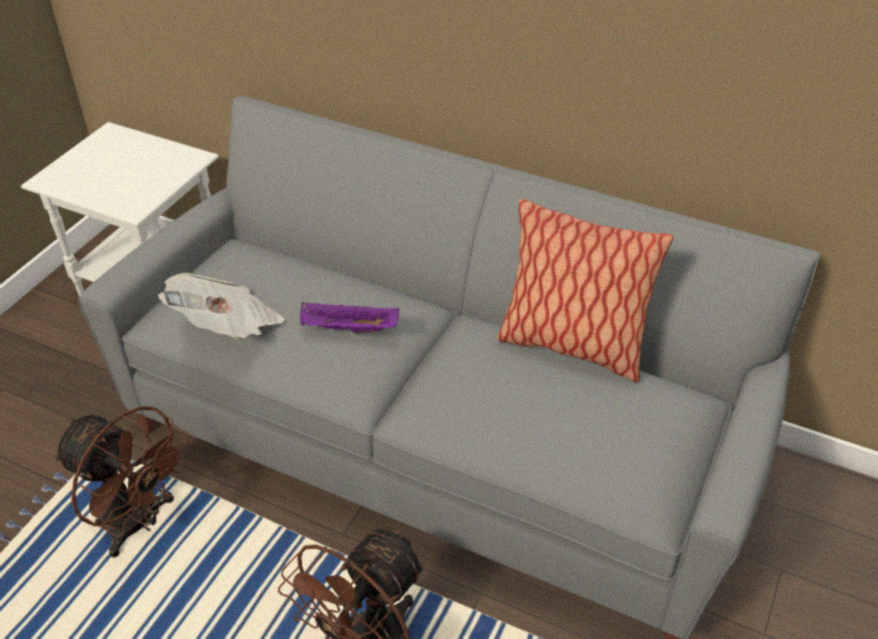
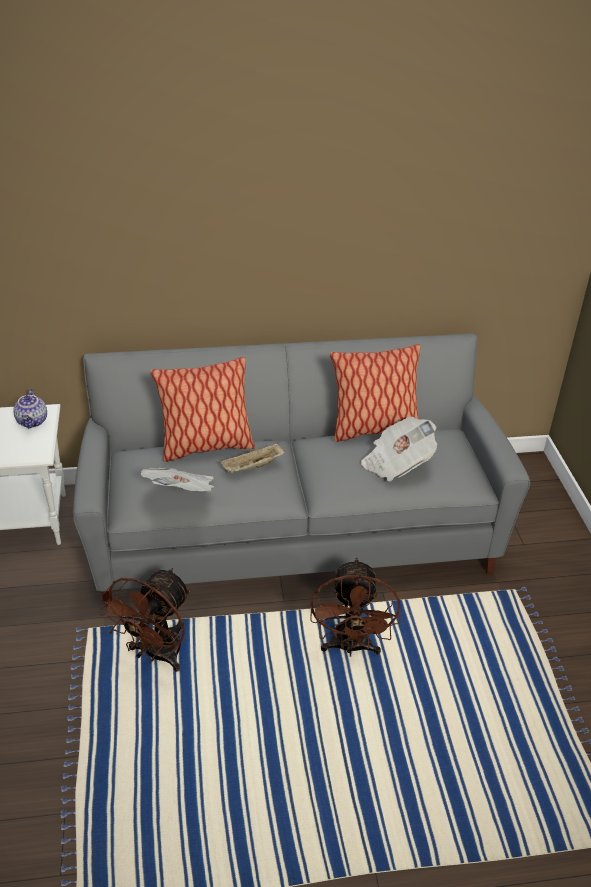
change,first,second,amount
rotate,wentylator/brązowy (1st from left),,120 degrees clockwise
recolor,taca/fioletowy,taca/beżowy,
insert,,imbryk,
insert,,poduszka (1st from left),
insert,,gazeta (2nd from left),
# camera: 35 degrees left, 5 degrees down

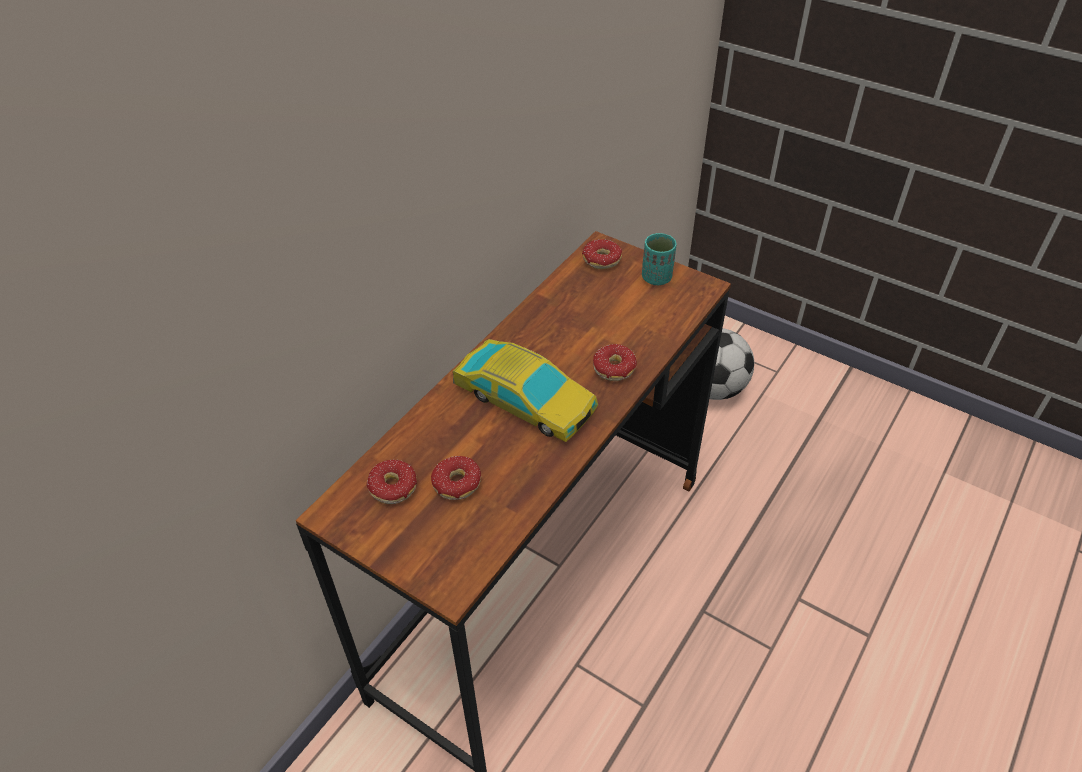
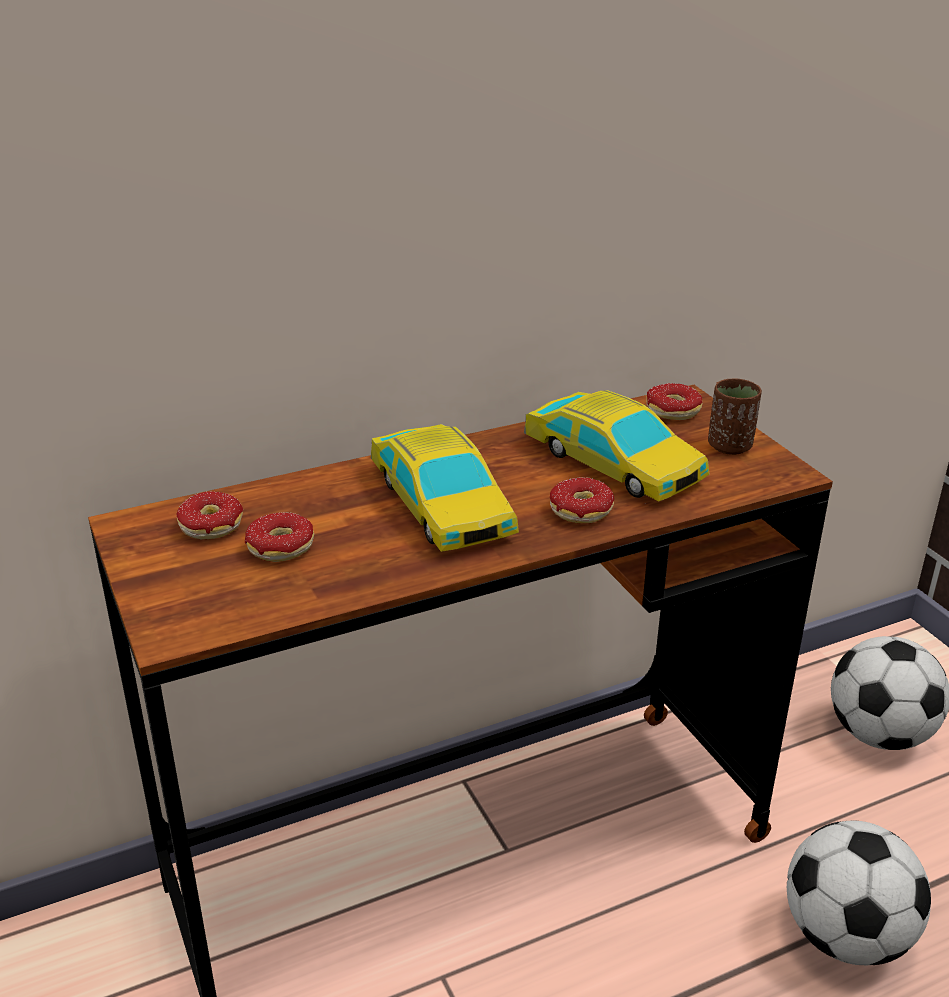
change,first,second,amount
recolor,filiżanka/turkusowy,filiżanka/brązowy,
insert,,samochodzik (2nd from left),
insert,,piłka futbolowa (1st from left),
# camera: 30 degrees right, 15 degrees down

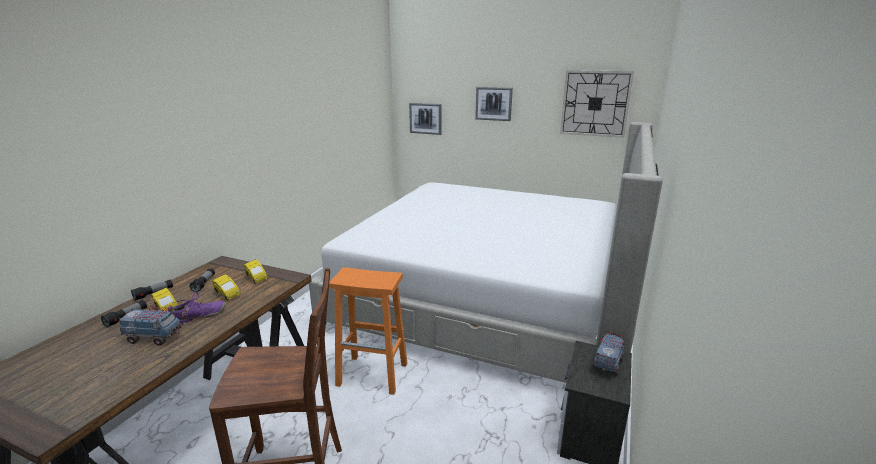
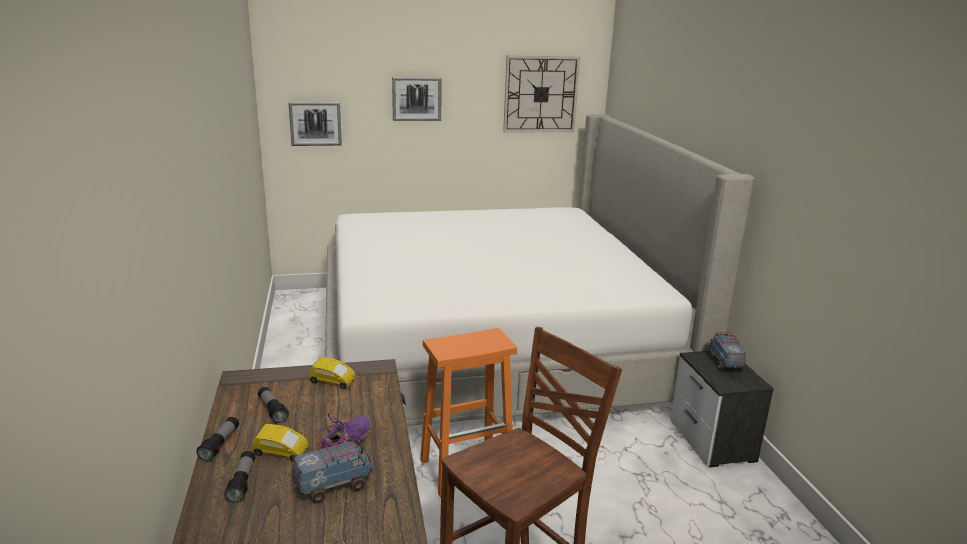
change,first,second,amount
delete,samochodzik/żółty (2nd from left),,
# camera: 35 degrees left, 0 degrees up

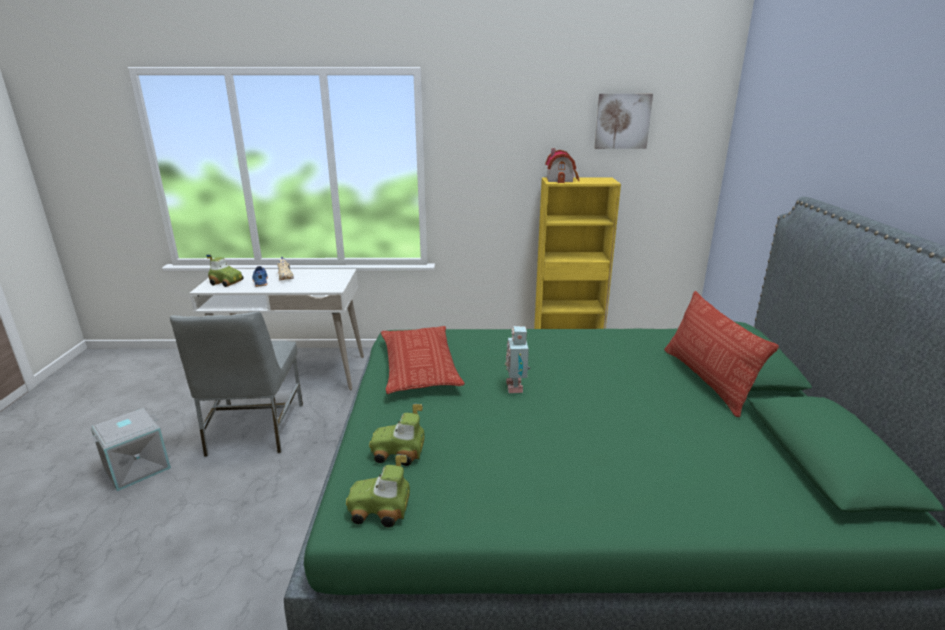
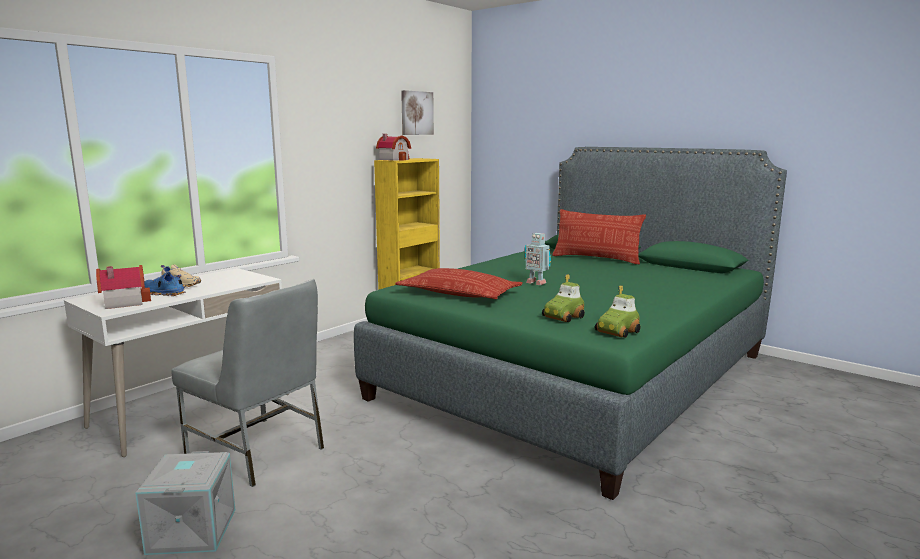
change,first,second,amount
replace,samochodzik (1st from left),domek (1st from left),
# camera: 50 degrees left, 10 degrees down

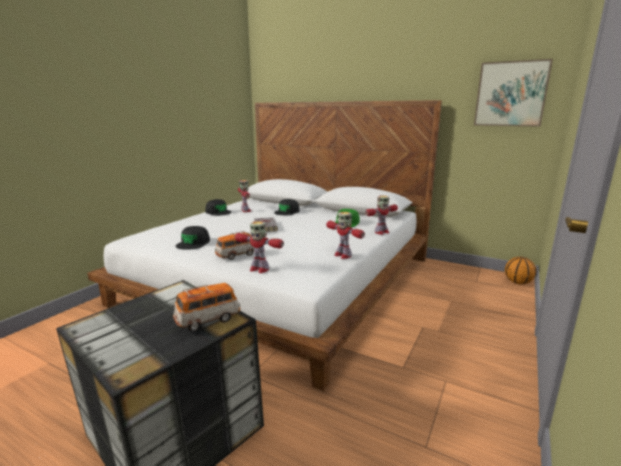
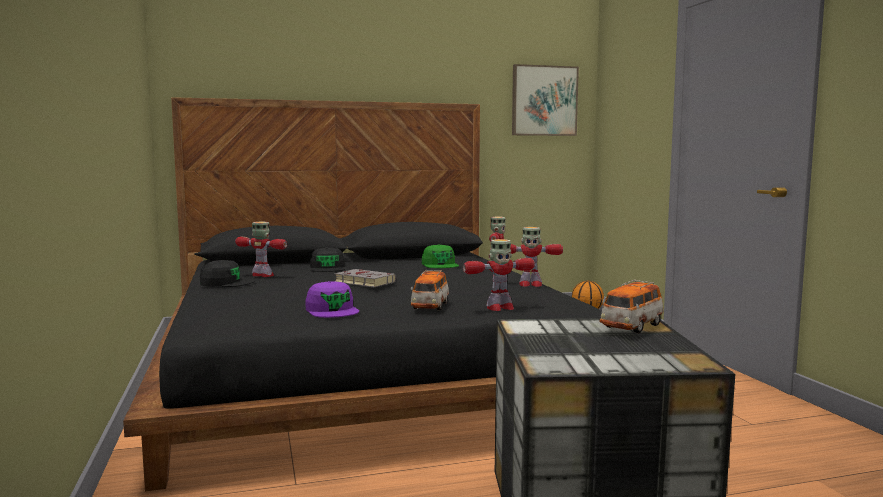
change,first,second,amount
recolor,łóżko/biały,łóżko/czarny,
rotate,samochodzik (1st from left in the first image),samochodzik (2nd from left),150 degrees counterclockwise
recolor,czapka z daszkiem/czarny (1st from left),czapka z daszkiem/fioletowy,
# camera: 45 degrees left, 10 degrees down

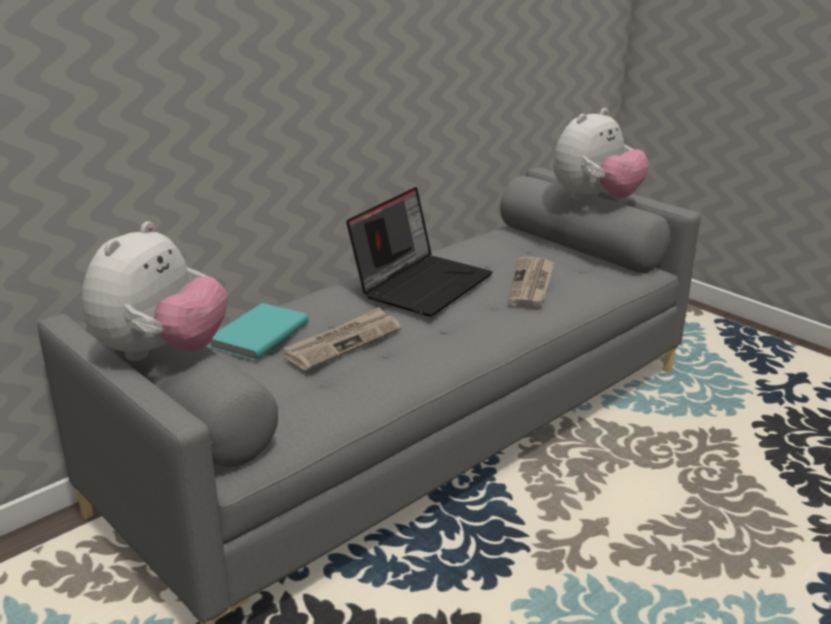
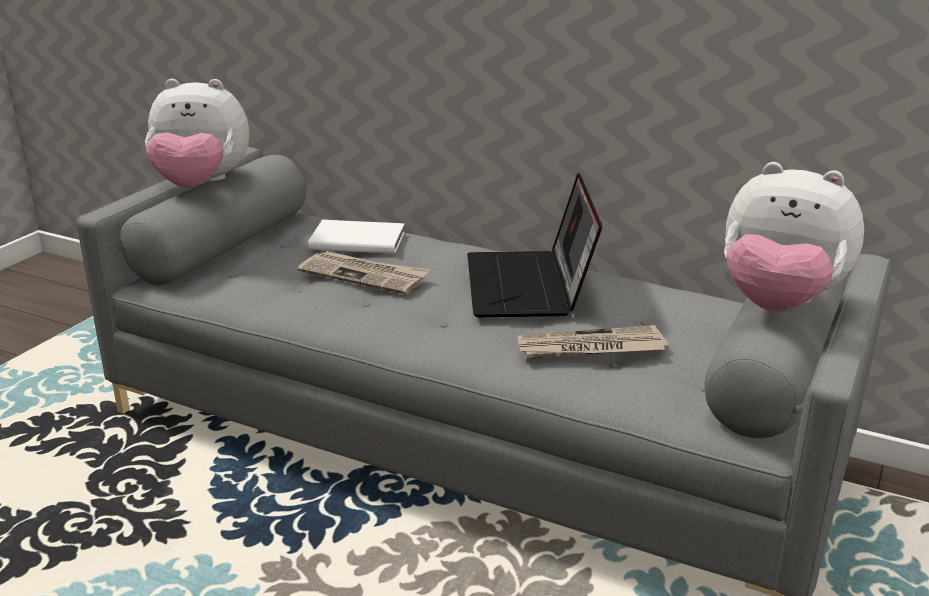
change,first,second,amount
recolor,książka/turkusowy,książka/biały,
rotate,laptop,,75 degrees clockwise
# camera: 70 degrees right, 0 degrees up

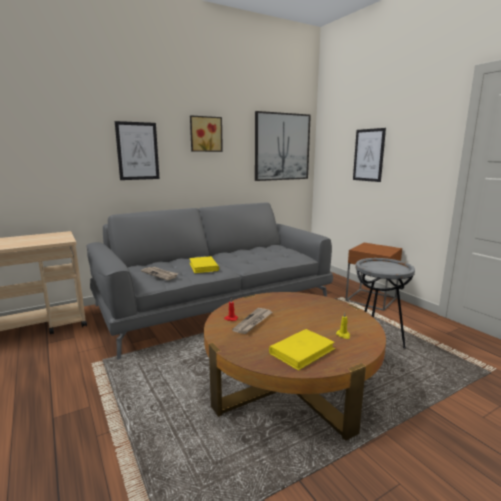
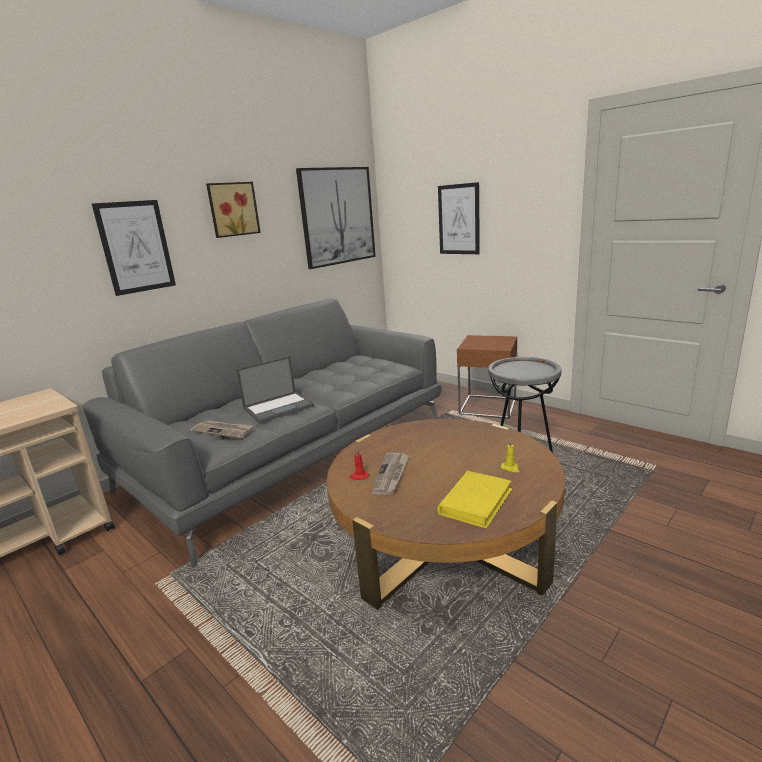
change,first,second,amount
replace,książka/żółty (1st from left),laptop,
# camera: 15 degrees left, 5 degrees up

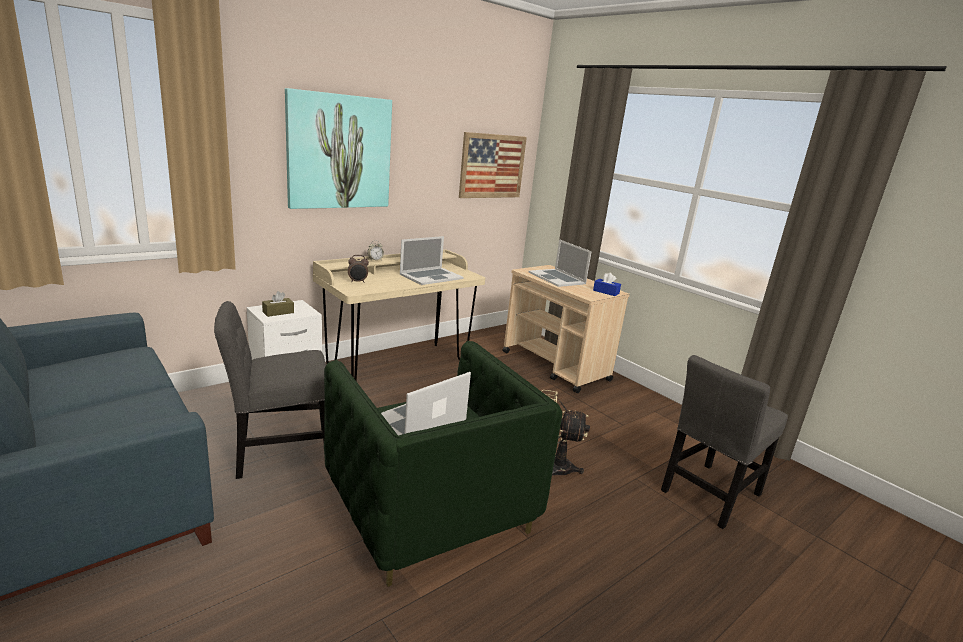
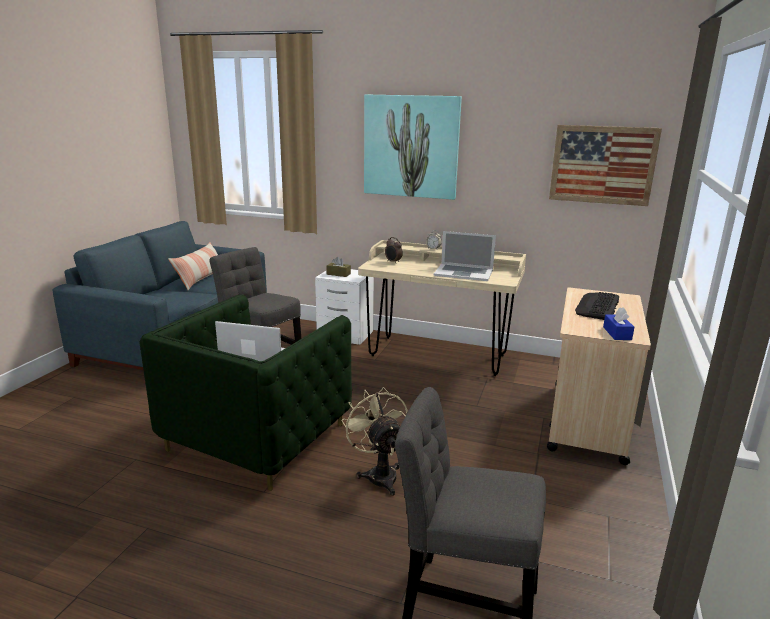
change,first,second,amount
replace,laptop (3rd from left),klawiatura,
insert,,poduszka,
# camera: 60 degrees right, 0 degrees up

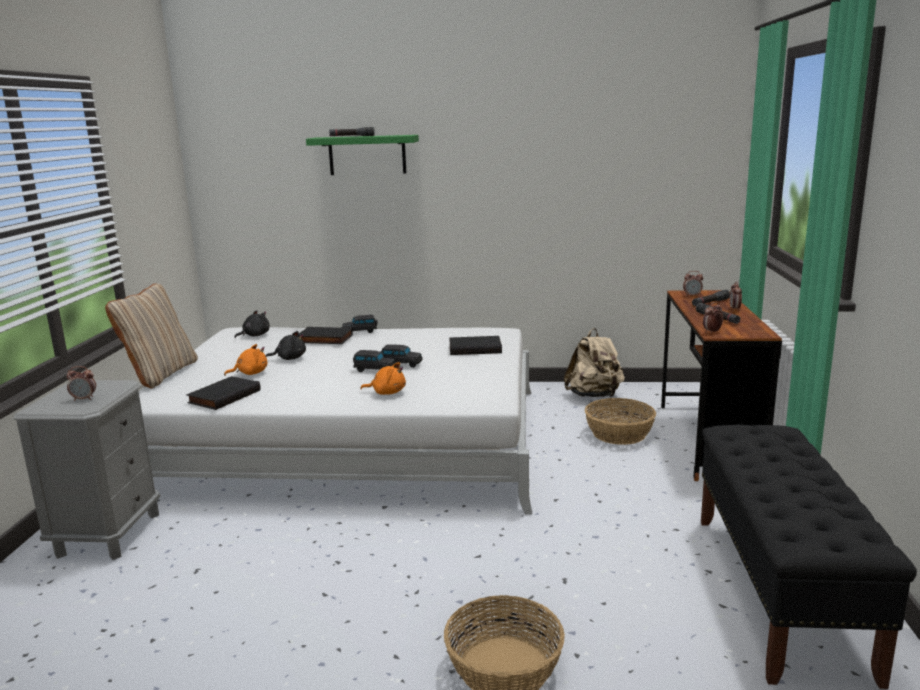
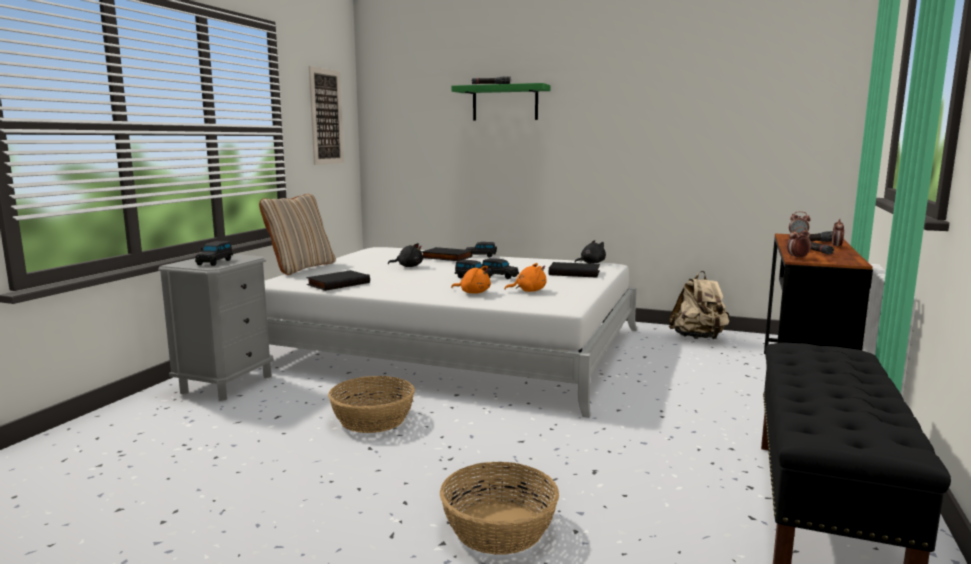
change,first,second,amount
replace,budzik (1st from left),samochodzik/czarny (1st from left),
move,pluszak/pomarańczowy (1st from left in the first image),pluszak/pomarańczowy (2nd from left),
move,pluszak/czarny (1st from left in the first image),pluszak/czarny (2nd from left),
move,koszyk (2nd from left in the first image),koszyk (1st from left),
insert,,obraz,
# camera: 15 degrees right, 5 degrees down

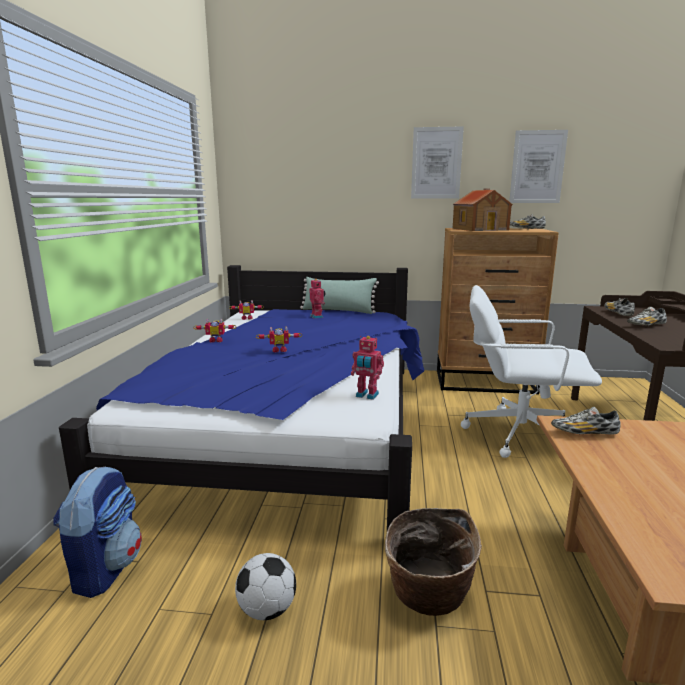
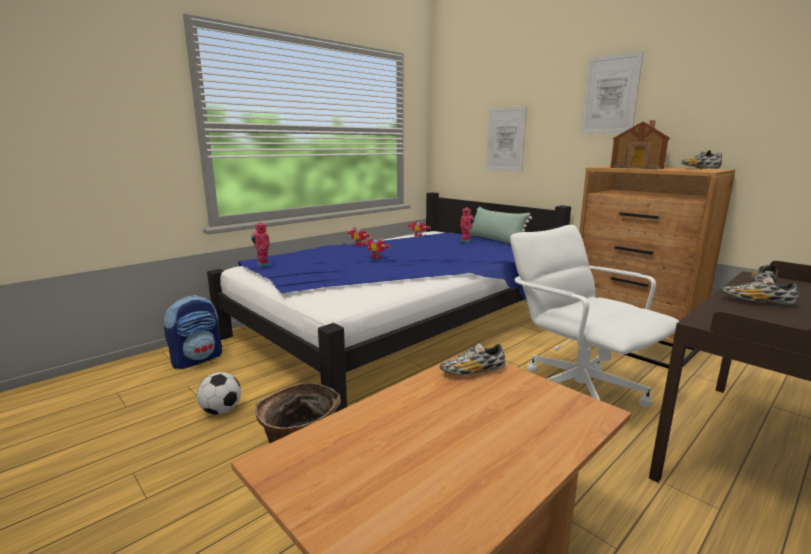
change,first,second,amount
move,robot zabawkowy (5th from left in the first image),robot zabawkowy (1st from left),
move,obraz (2nd from left in the first image),obraz (1st from left),
rotate,but (2nd from left in the first image),but (1st from left),60 degrees counterclockwise
# camera: 40 degrees right, 0 degrees up

